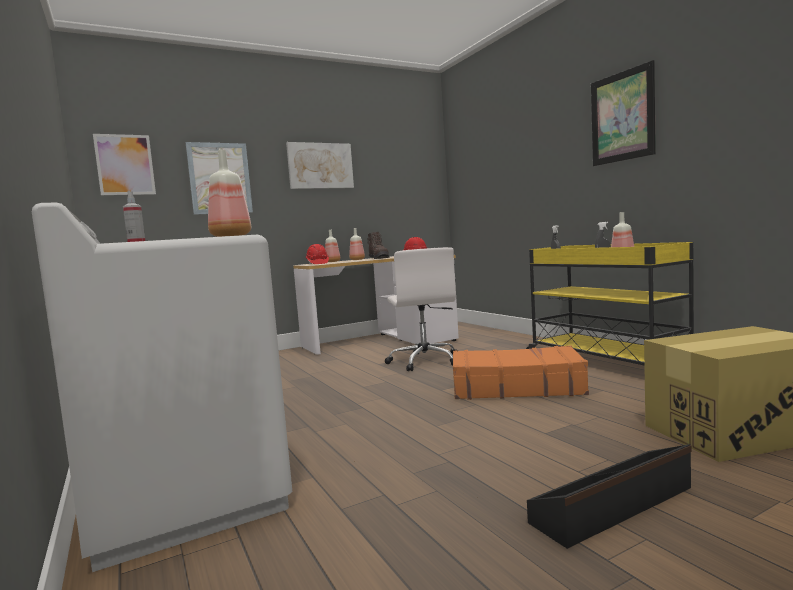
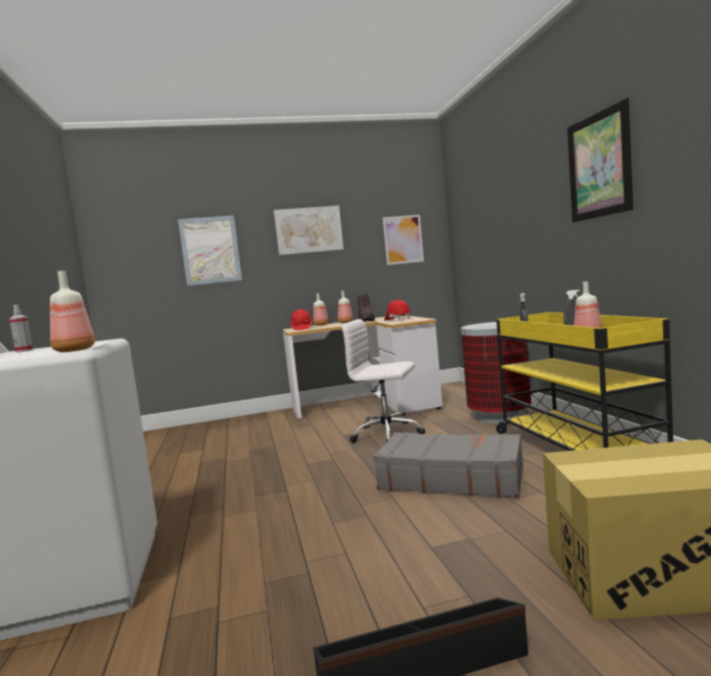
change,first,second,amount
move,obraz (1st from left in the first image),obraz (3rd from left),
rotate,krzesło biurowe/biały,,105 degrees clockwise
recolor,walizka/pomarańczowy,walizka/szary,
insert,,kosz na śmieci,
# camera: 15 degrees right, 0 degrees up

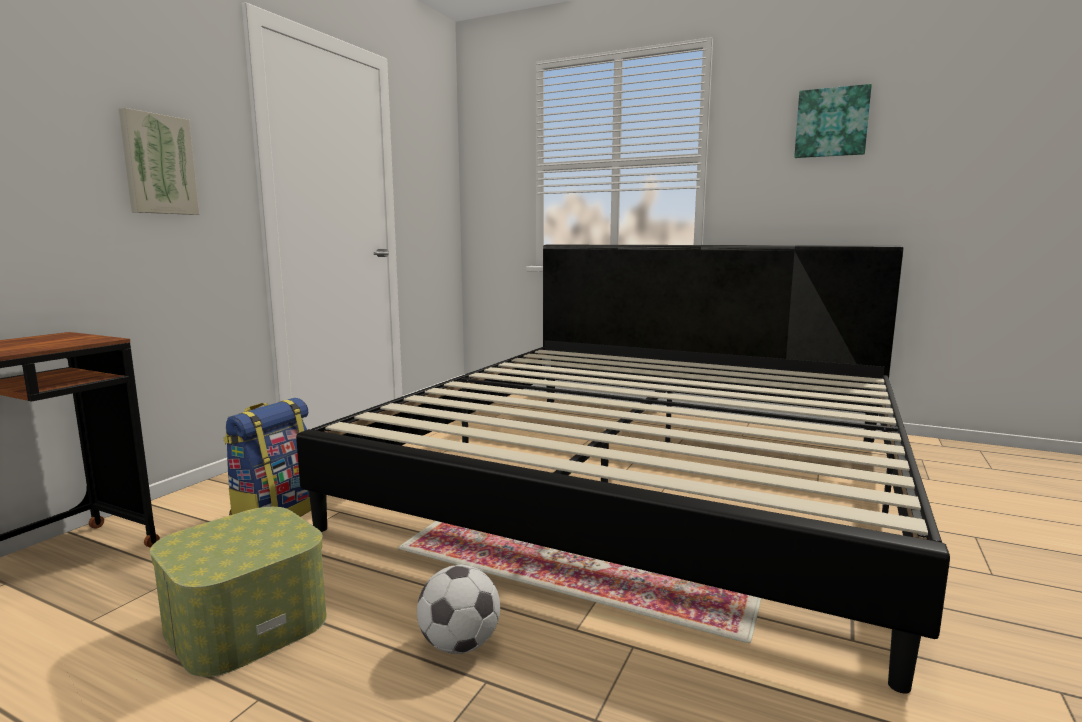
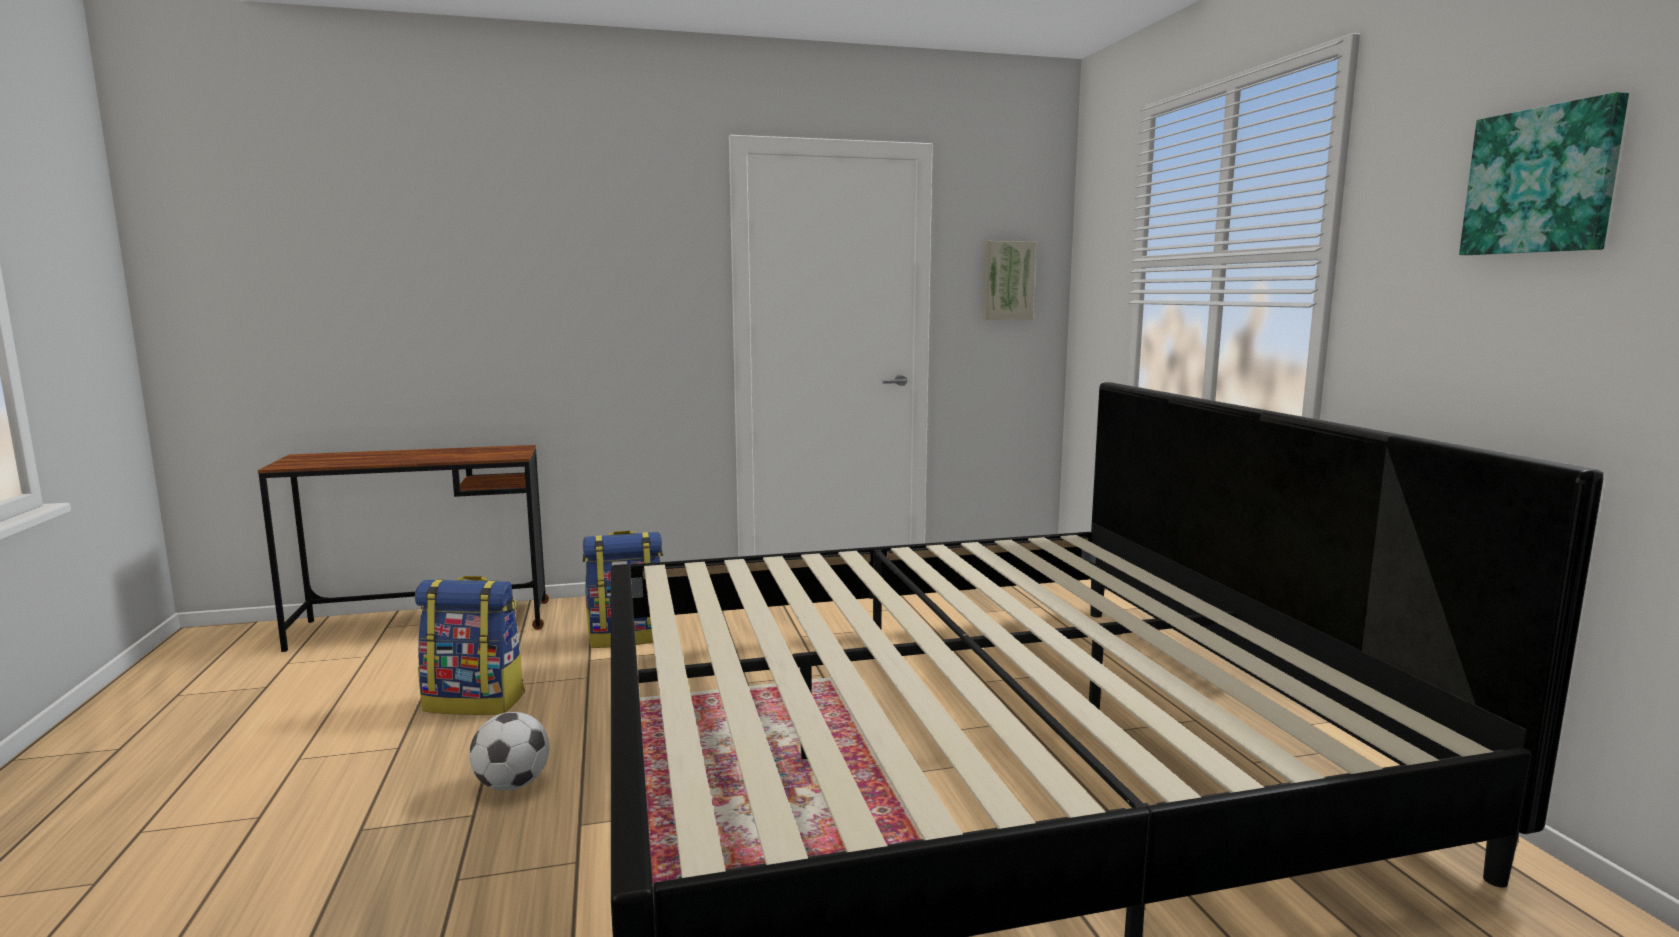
change,first,second,amount
move,obraz (1st from left),,
replace,pojemnik do przechowywania,plecak (1st from left),
# camera: 50 degrees right, 0 degrees up

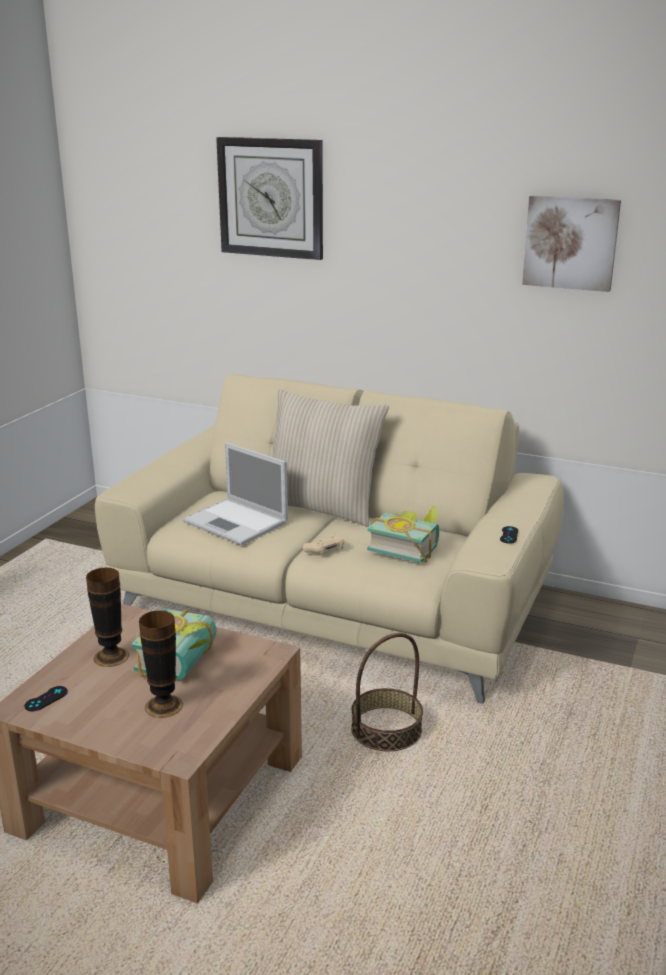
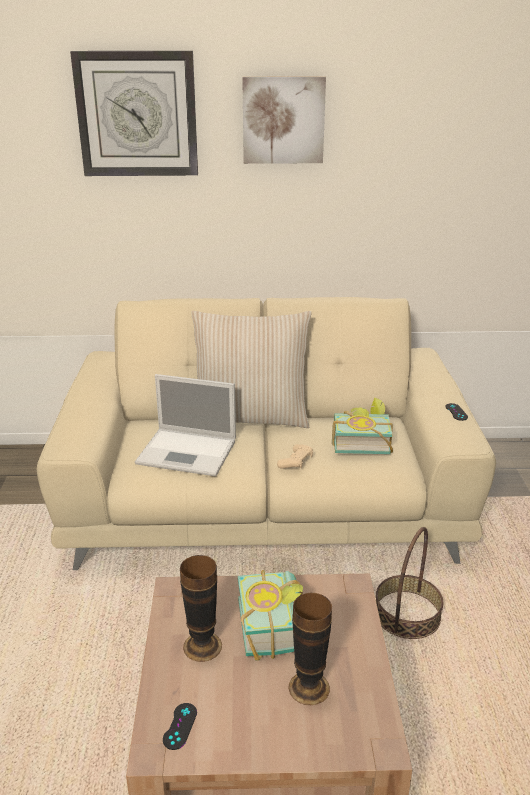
change,first,second,amount
move,obraz,,
# camera: 25 degrees left, 5 degrees up

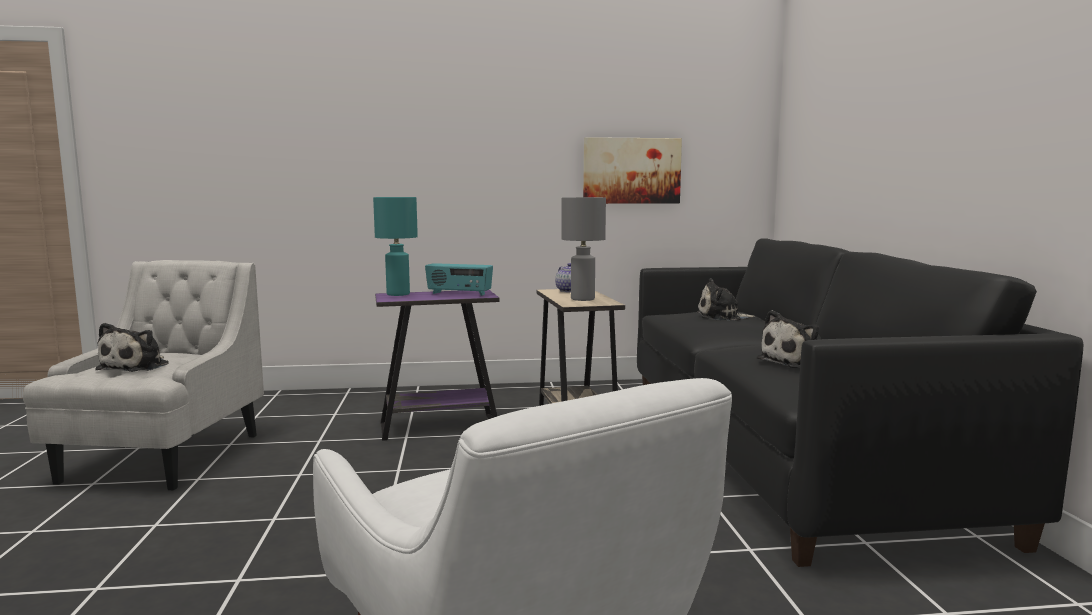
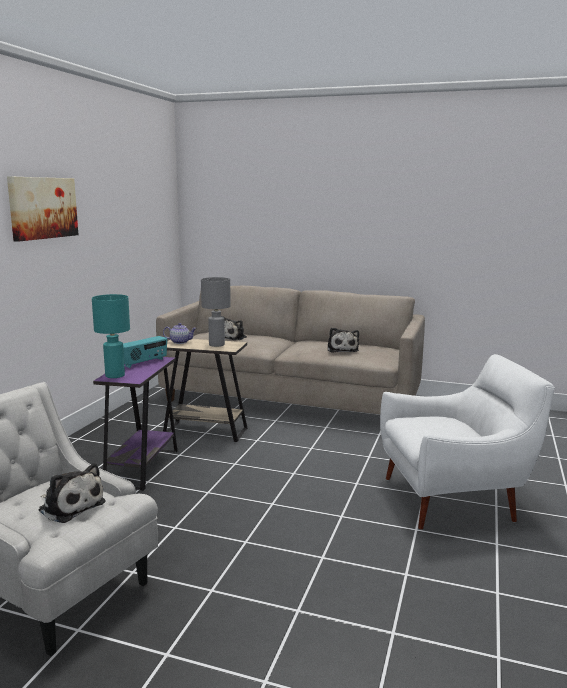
change,first,second,amount
move,obraz,,
recolor,kanapa/czarny,kanapa/beżowy,
# camera: 65 degrees left, 5 degrees up

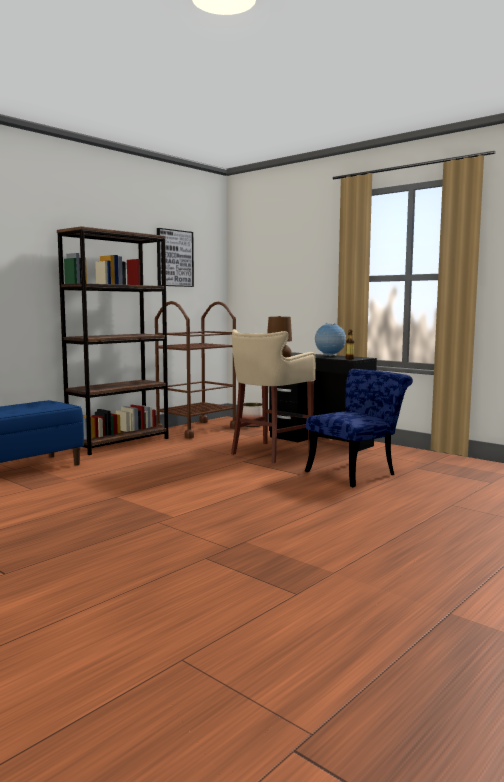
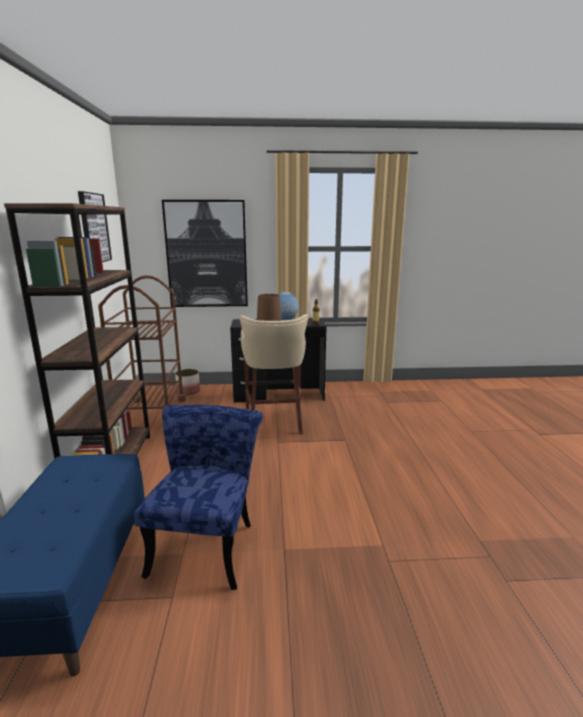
change,first,second,amount
move,krzesło/niebieski,,
insert,,obraz (2nd from left),
# camera: 45 degrees left, 10 degrees up

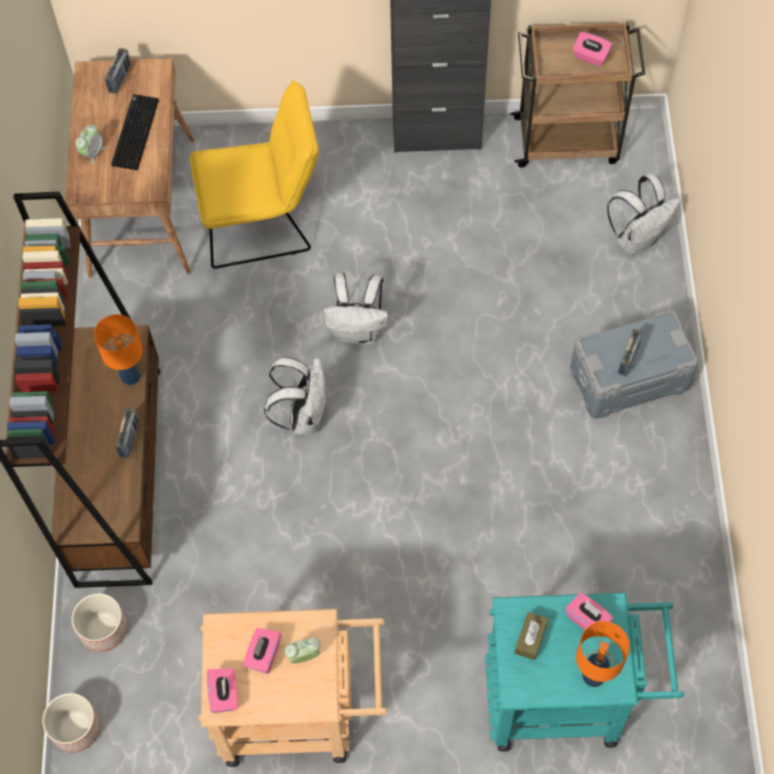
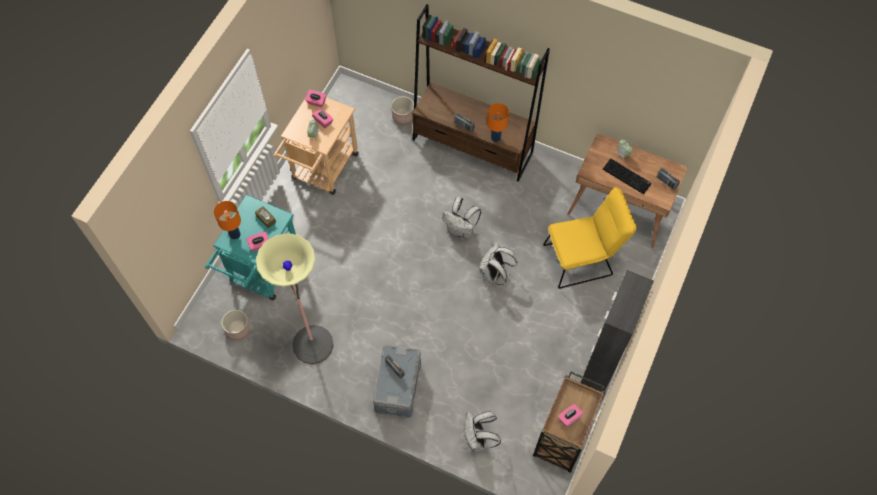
change,first,second,amount
move,donica (1st from left),,
rotate,krzesło/żółty,,120 degrees counterclockwise
insert,,lampa stojąca,
# camera: 115 degrees right, 0 degrees up

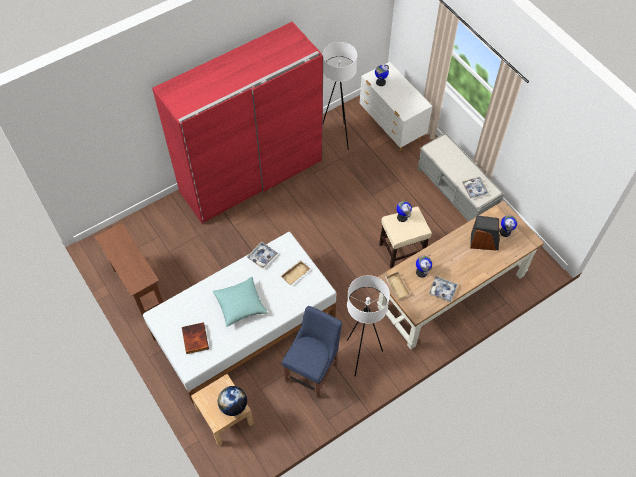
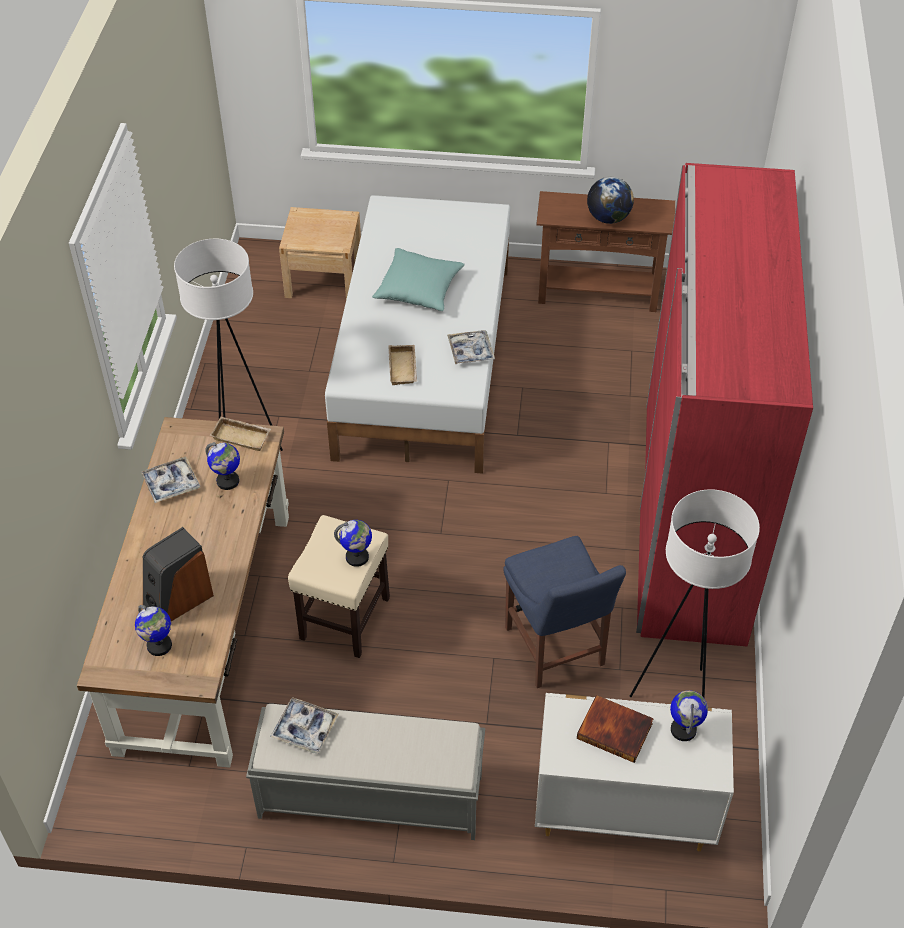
change,first,second,amount
move,książka,,
move,globus (1st from left in the first image),globus (4th from left),
move,krzesło/niebieski,,
# camera: 130 degrees right, 10 degrees down

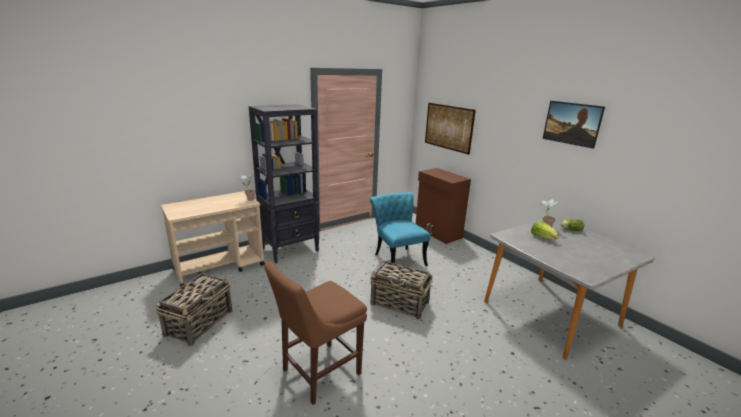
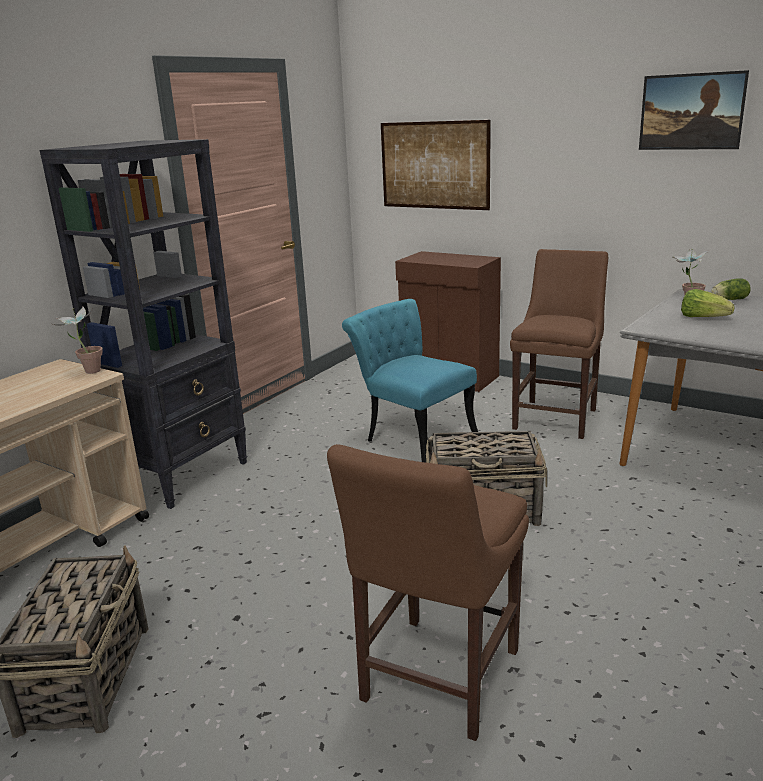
change,first,second,amount
insert,,krzesło/brązowy (2nd from left),
# camera: 20 degrees left, 0 degrees up

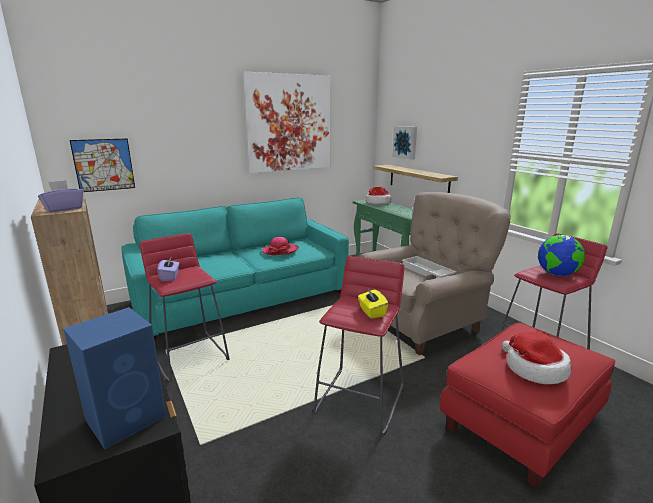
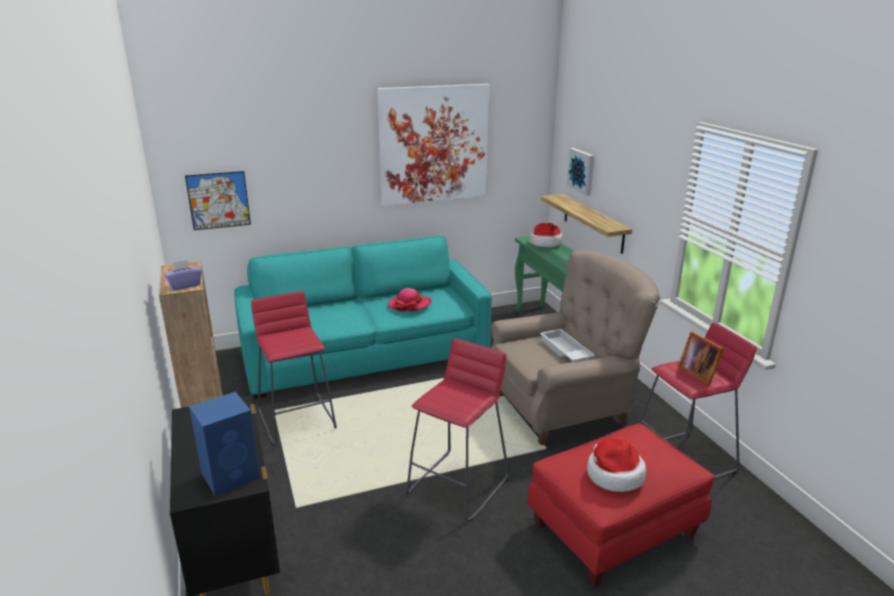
change,first,second,amount
delete,pudełko chusteczek/fioletowy (2nd from left),,
delete,pudełko chusteczek/żółty,,
replace,globus,ramka na zdjęcie,
# camera: 10 degrees right, 5 degrees up

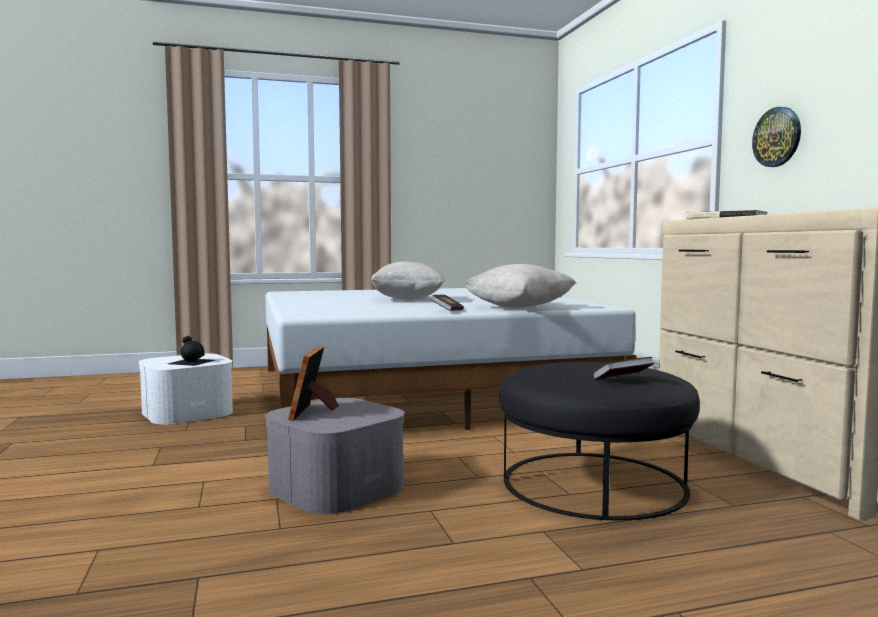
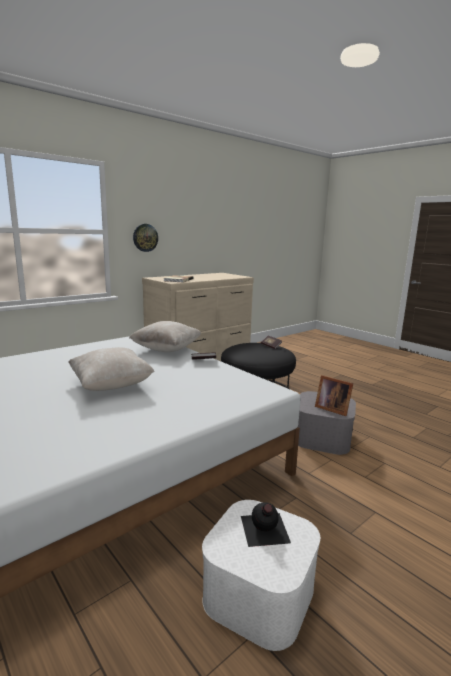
change,first,second,amount
rotate,ramka na zdjęcie,,60 degrees clockwise
# camera: 115 degrees left, 10 degrees up

